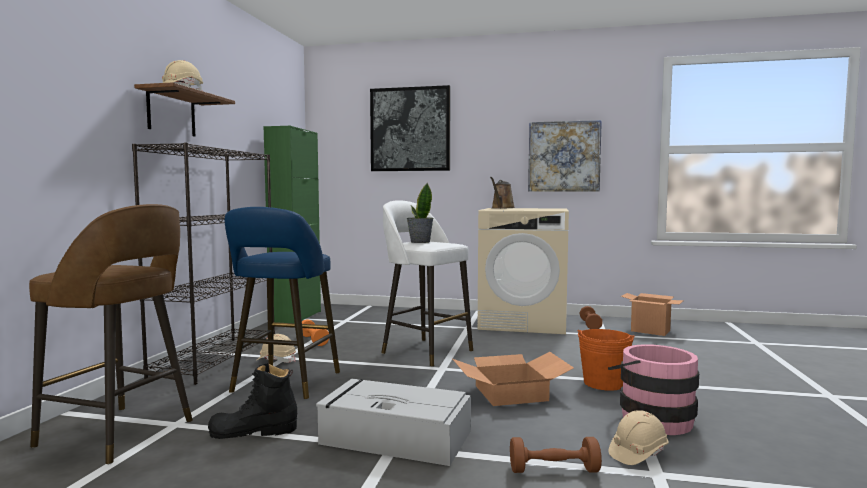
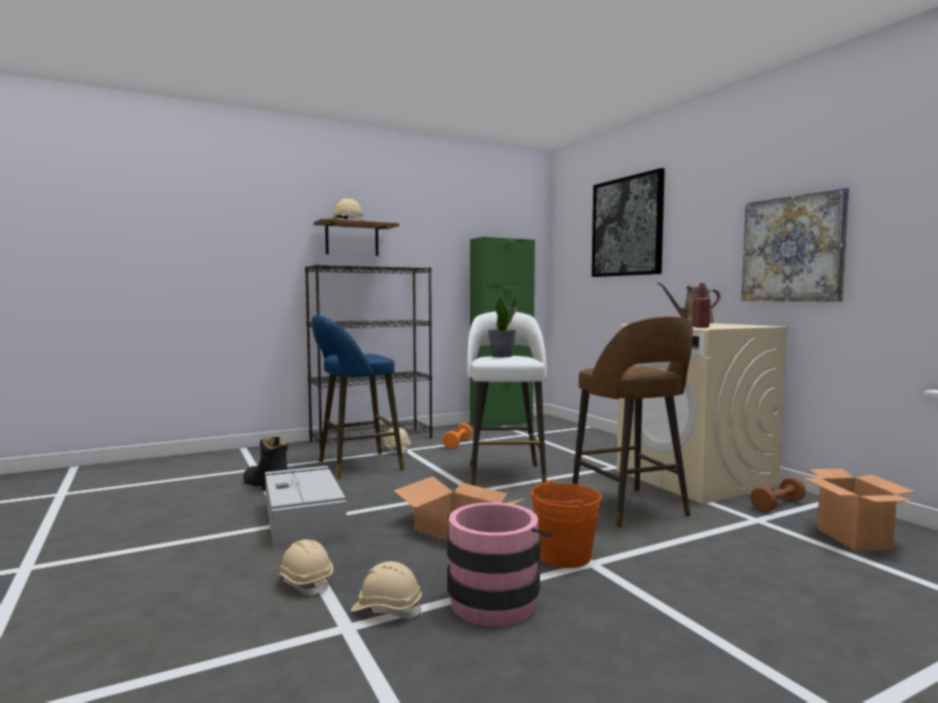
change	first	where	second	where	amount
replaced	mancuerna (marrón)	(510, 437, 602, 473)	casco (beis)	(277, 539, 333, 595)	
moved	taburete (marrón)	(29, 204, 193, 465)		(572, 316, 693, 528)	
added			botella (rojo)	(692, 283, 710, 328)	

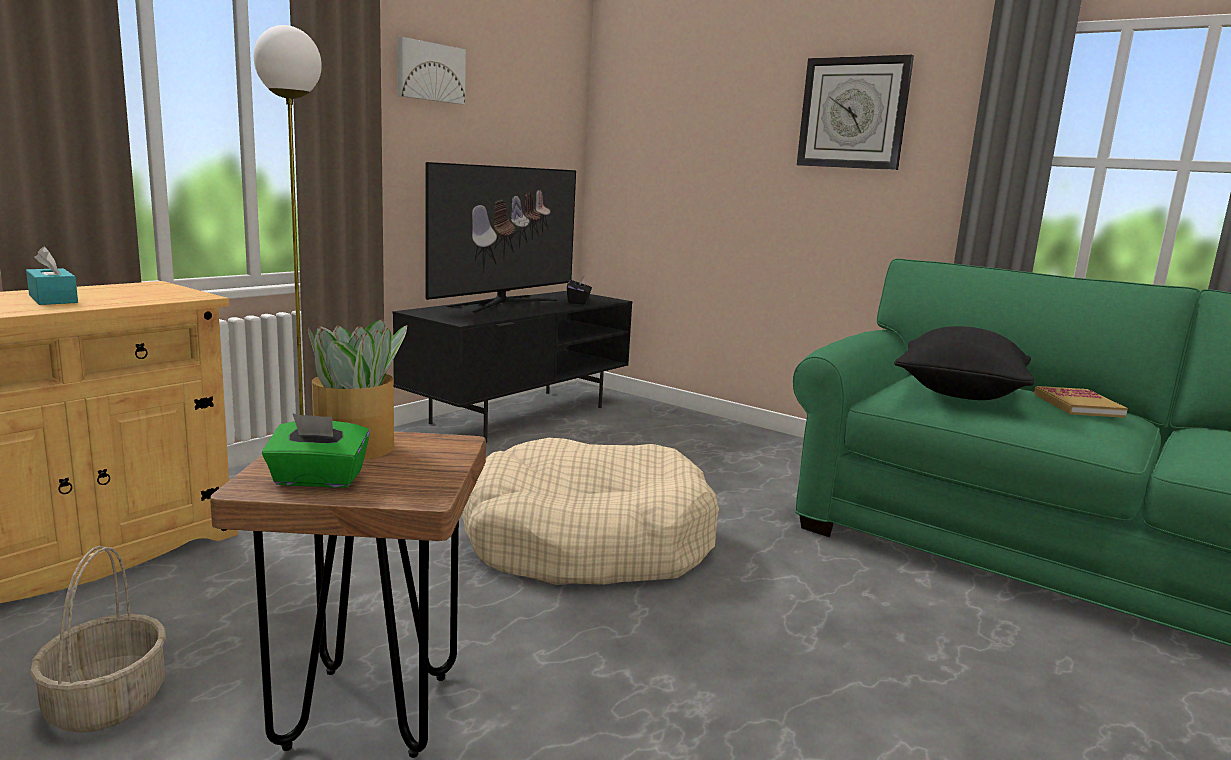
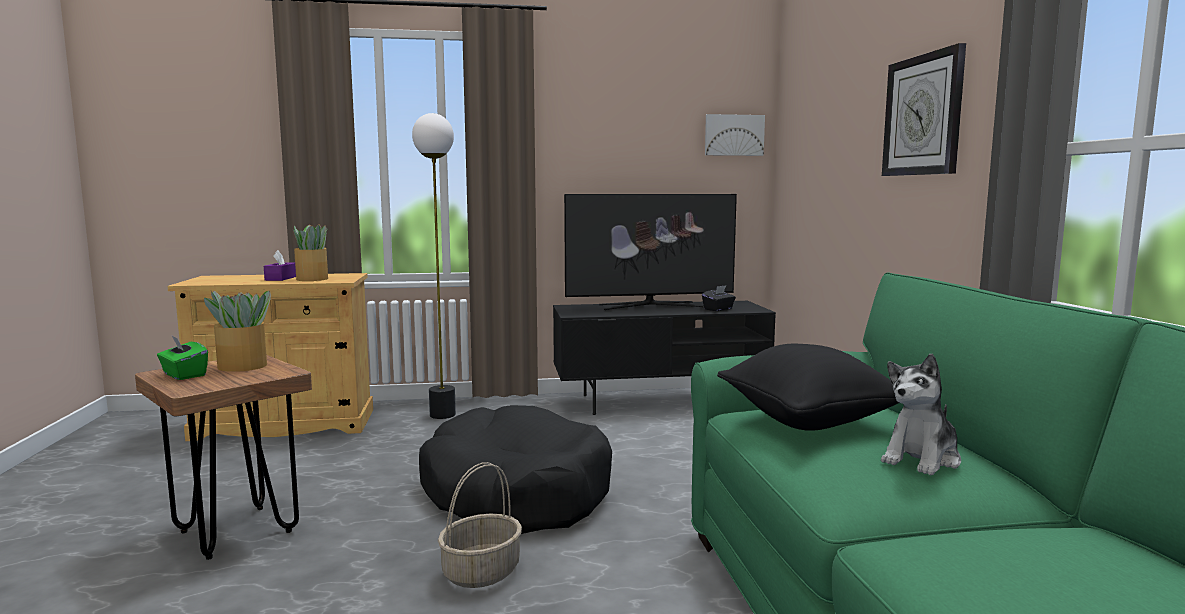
change	first	where	second	where	amount
recoloured	caja de pañuelos (turquesa)	(26, 246, 78, 305)	caja de pañuelos (morado)	(264, 250, 296, 281)	
added			planta en maceta	(293, 224, 328, 281)	
recoloured	cama para perro (beis)	(462, 438, 719, 585)	cama para perro (negro)	(419, 405, 612, 534)	
moved	cesta	(30, 546, 166, 733)		(438, 462, 522, 588)	
moved	cuadro	(397, 37, 466, 104)		(705, 114, 765, 156)	
replaced	libro	(1034, 386, 1128, 418)	peluche	(881, 354, 961, 475)	

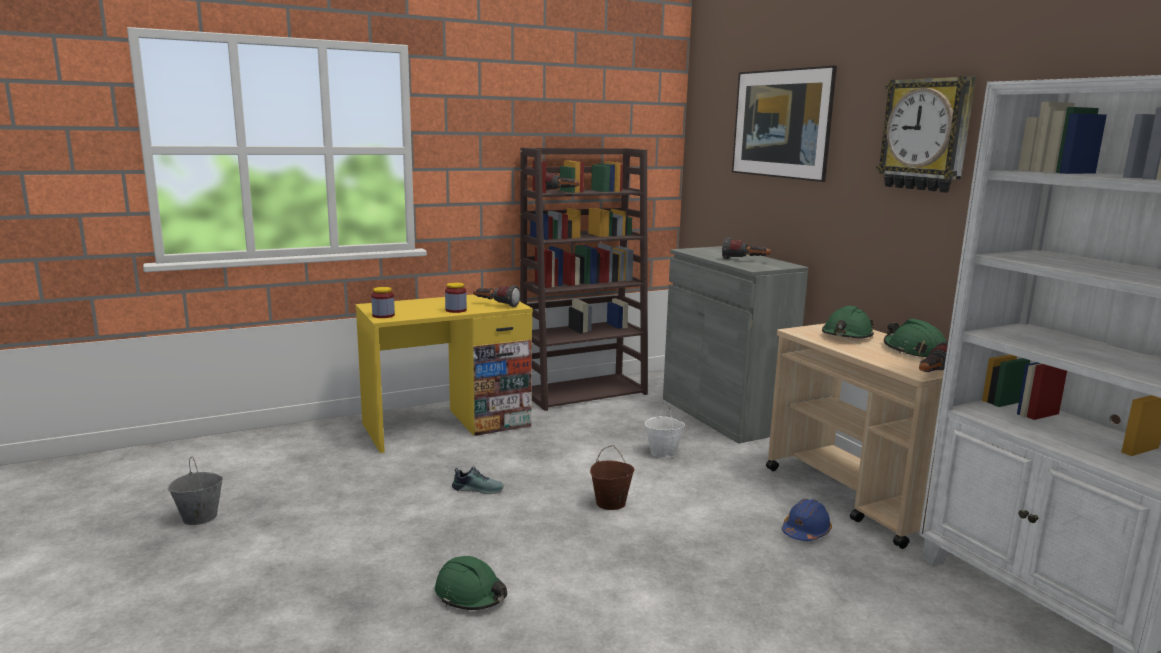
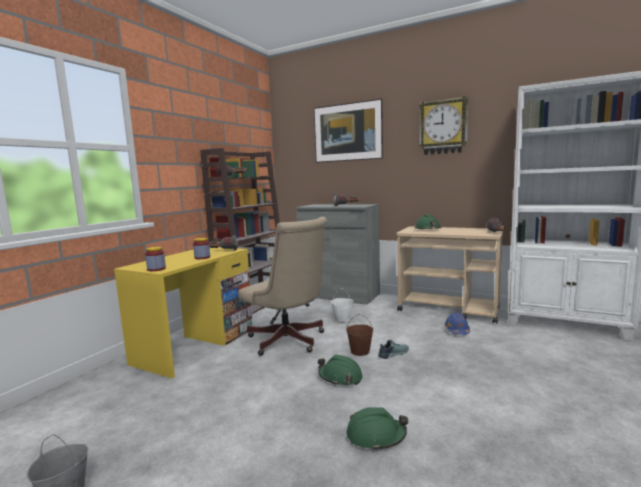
change	first	where	second	where	amount
added			silla de oficina (beis)	(238, 217, 327, 356)	
moved	casco (verde)	(884, 319, 946, 357)		(318, 355, 363, 386)	
moved	zapato	(452, 466, 504, 494)		(378, 339, 409, 359)	

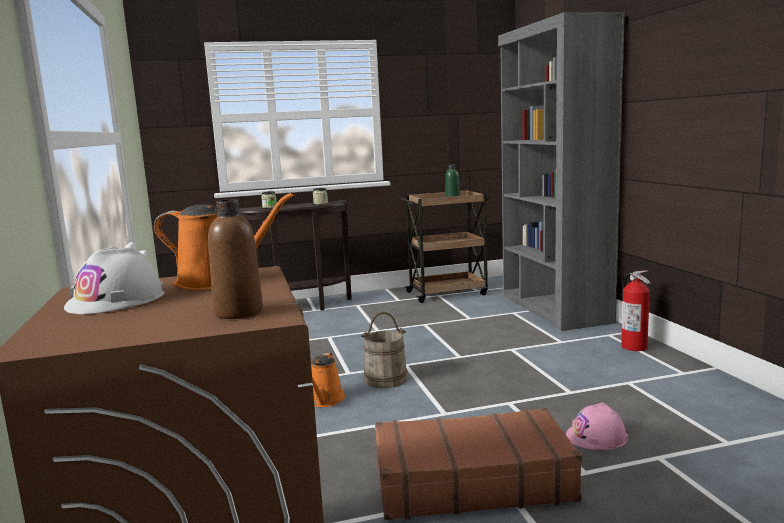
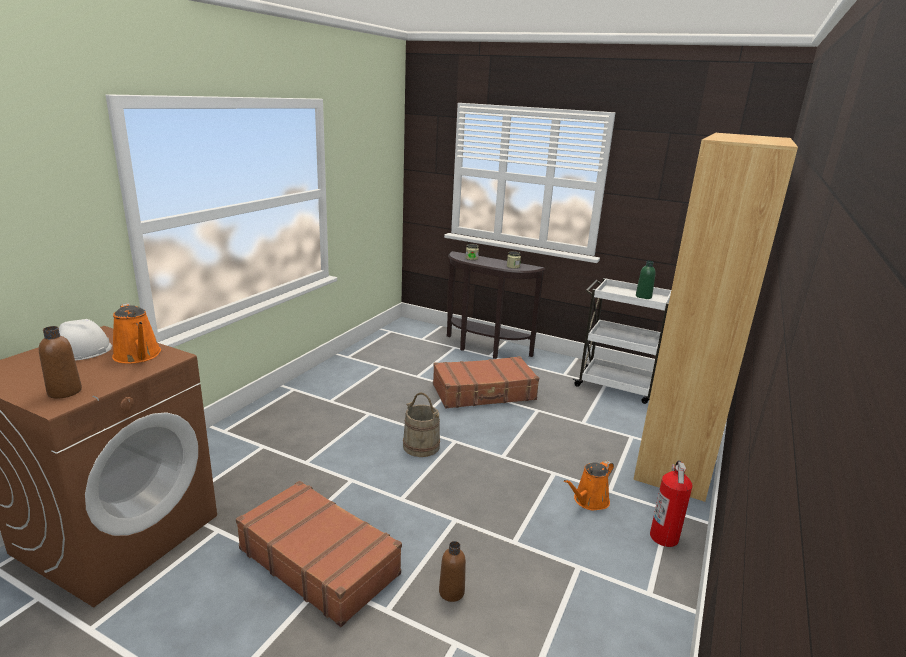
change	first	where	second	where	amount
added			maleta (marrón)	(433, 356, 539, 409)	
replaced	casco (rosa)	(566, 402, 628, 450)	botella (marrón)	(439, 541, 466, 602)	
moved	regadera (naranja)	(311, 353, 345, 407)		(564, 460, 614, 510)	
recoloured	carrito (marrón)	(400, 190, 491, 303)	carrito (blanco)	(572, 278, 671, 404)	
recoloured	estantería (gris)	(498, 12, 625, 331)	estantería (marrón)	(633, 133, 798, 502)	

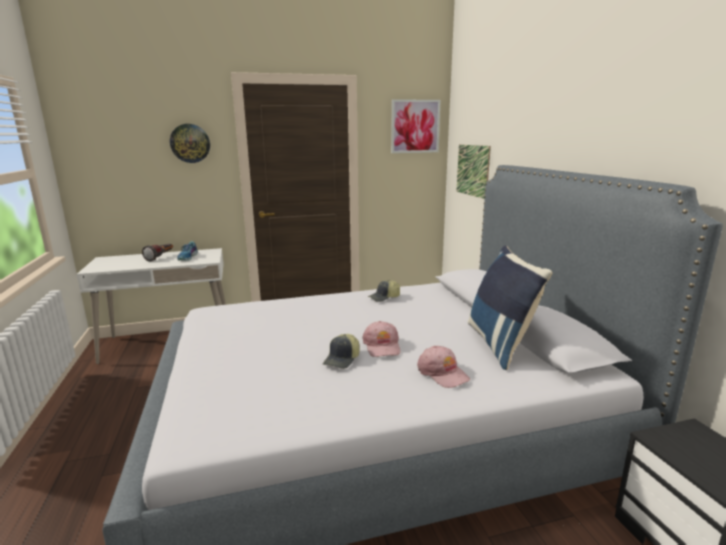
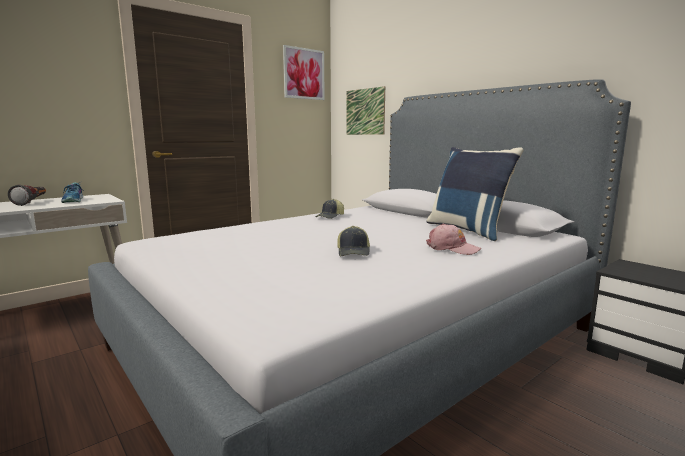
change	first	where	second	where	amount
removed	reloj de pared	(170, 124, 210, 163)			
removed	gorra (rosa)	(362, 321, 401, 357)			

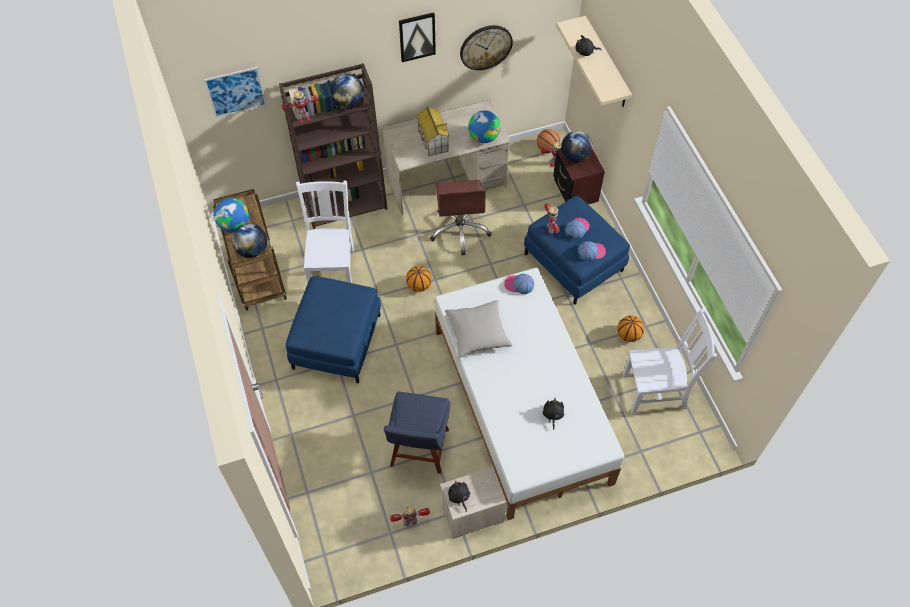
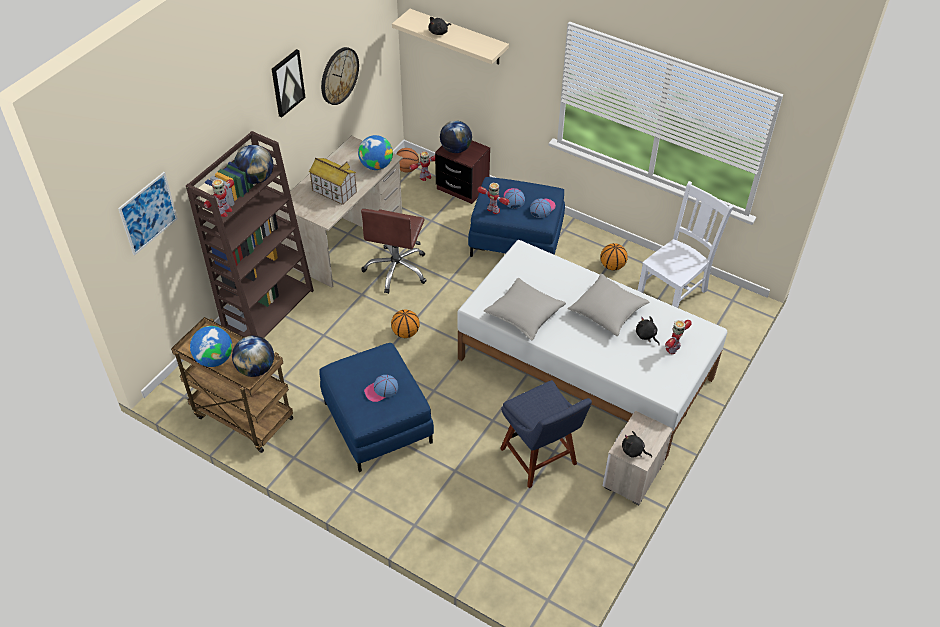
change	first	where	second	where	amount
turned	silla de oficina (marrón)	(430, 180, 492, 255)		(361, 209, 427, 294)	60 degrees clockwise
moved	gorra	(504, 274, 534, 294)		(364, 375, 398, 402)	
added			cojín (gris)	(567, 274, 649, 336)	
moved	robot de juguete	(390, 504, 430, 526)		(665, 320, 692, 354)	
removed	silla (blanco)	(296, 180, 354, 283)			

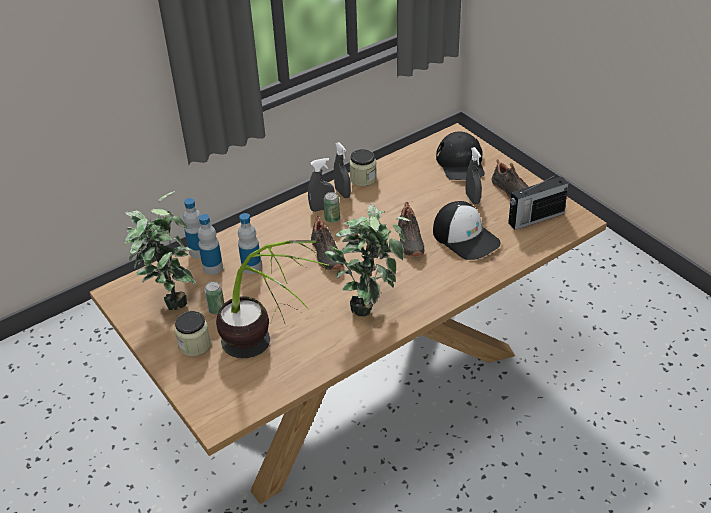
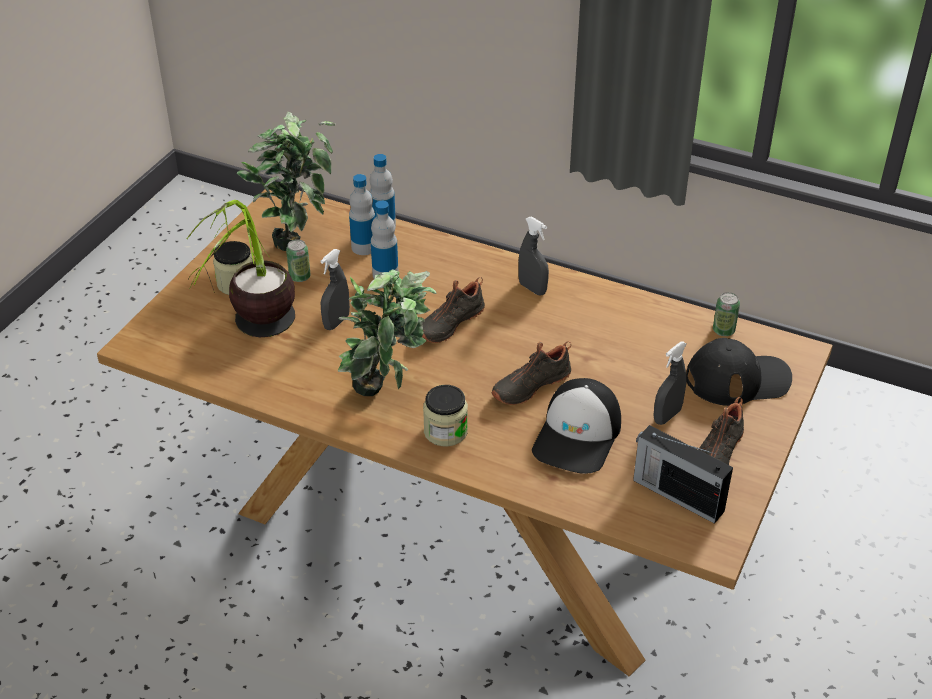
change	first	where	second	where	amount
moved	pulverizador (gris)	(334, 142, 351, 198)		(320, 249, 350, 330)	
moved	tarro	(349, 149, 377, 187)		(423, 385, 468, 446)	
turned	gorra (negro)	(436, 131, 485, 180)		(686, 338, 792, 406)	150 degrees counterclockwise
moved	lata	(323, 192, 340, 223)		(713, 292, 740, 336)	

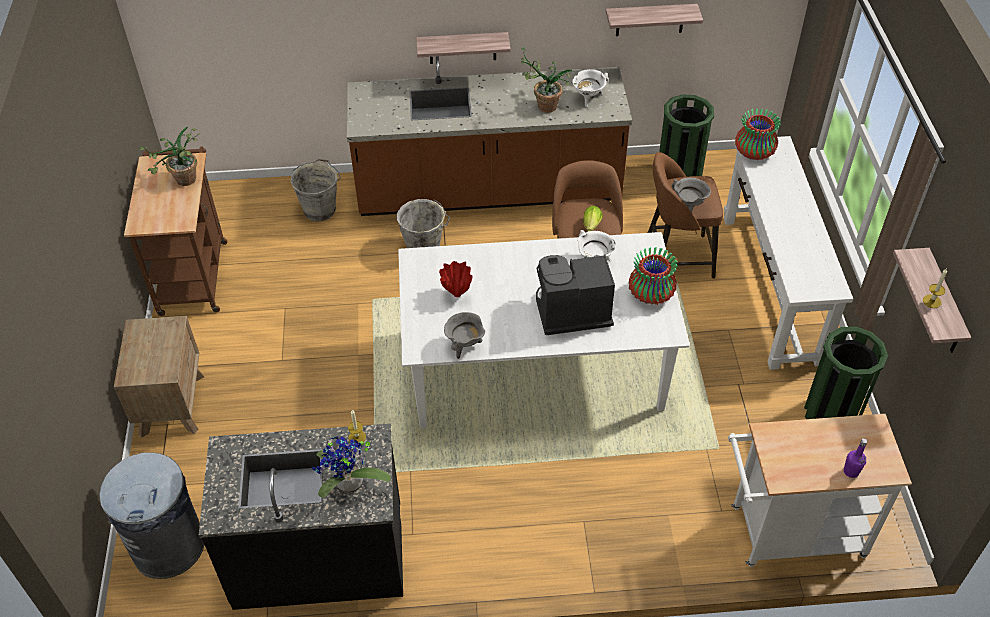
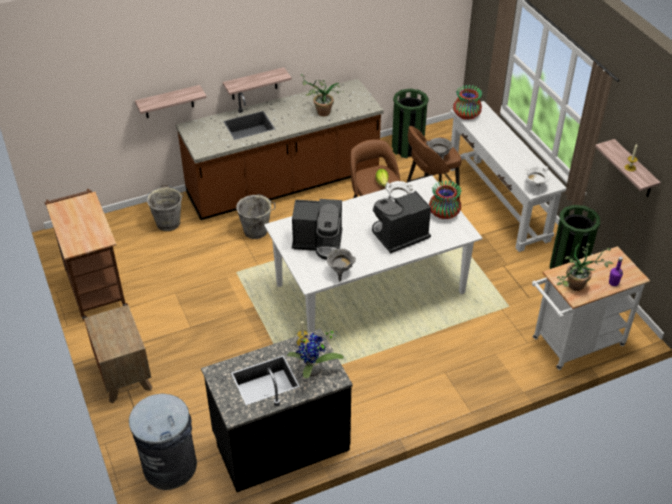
change	first	where	second	where	amount
moved	estante	(606, 4, 703, 36)		(135, 85, 207, 118)	
replaced	florero (rojo)	(439, 261, 472, 297)	cafetera	(292, 199, 342, 260)	
moved	olla (blanco)	(572, 69, 609, 107)		(525, 166, 551, 194)	
moved	planta en maceta	(139, 127, 200, 186)		(557, 243, 613, 291)	

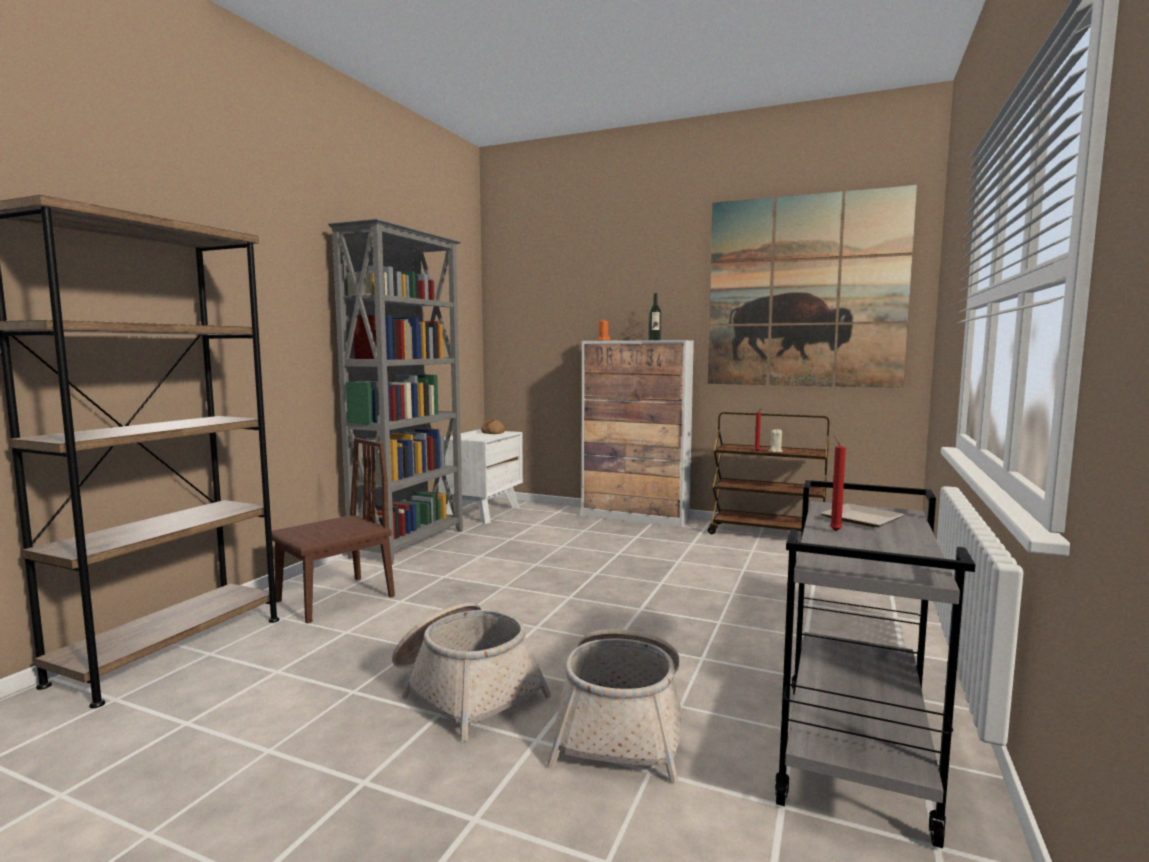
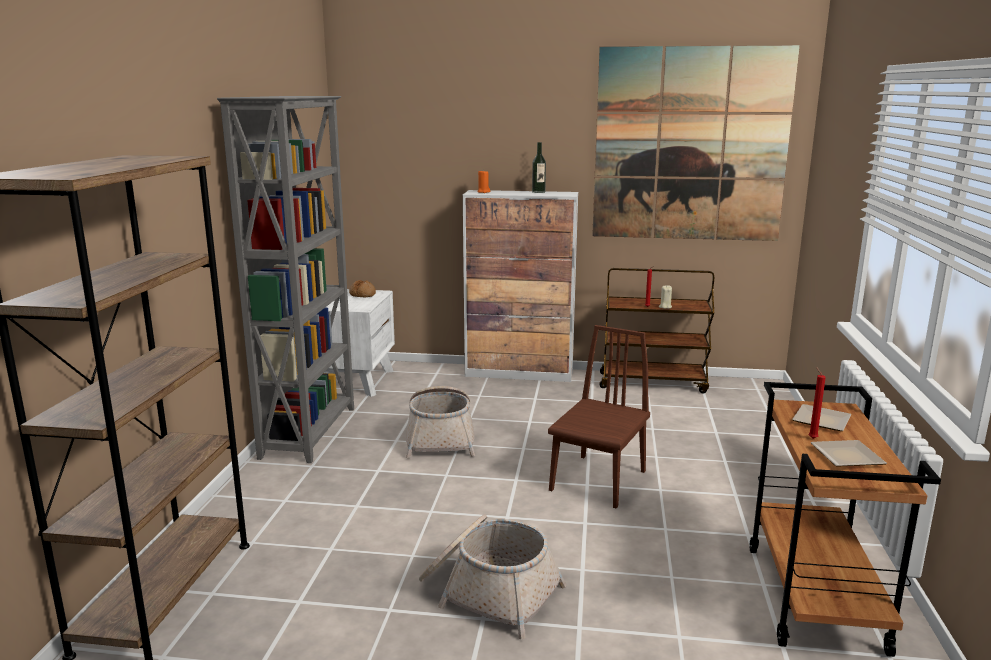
change	first	where	second	where	amount
moved	cesta	(547, 629, 682, 783)		(406, 386, 475, 459)	
moved	silla (marrón)	(272, 438, 395, 624)		(548, 325, 650, 509)	
recoloured	carrito (gris)	(775, 480, 975, 848)	carrito (marrón)	(750, 382, 941, 657)	
added			plato	(810, 440, 887, 467)	

